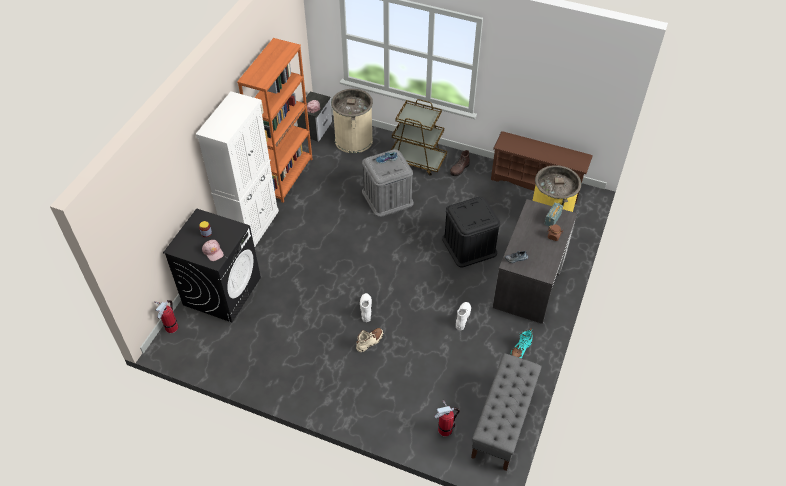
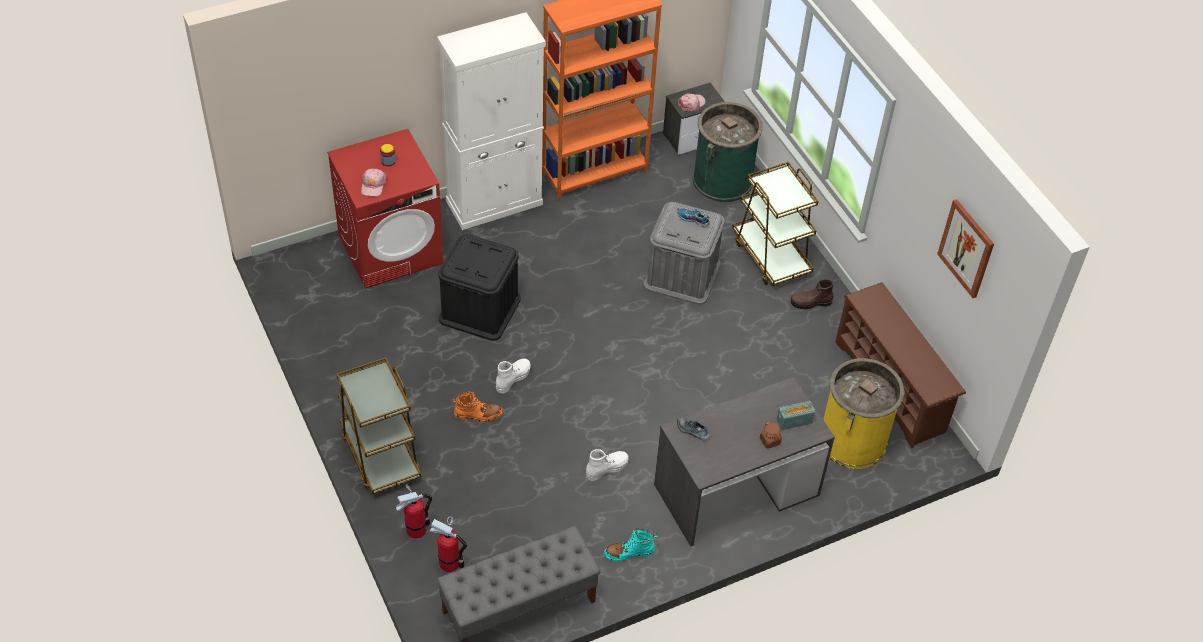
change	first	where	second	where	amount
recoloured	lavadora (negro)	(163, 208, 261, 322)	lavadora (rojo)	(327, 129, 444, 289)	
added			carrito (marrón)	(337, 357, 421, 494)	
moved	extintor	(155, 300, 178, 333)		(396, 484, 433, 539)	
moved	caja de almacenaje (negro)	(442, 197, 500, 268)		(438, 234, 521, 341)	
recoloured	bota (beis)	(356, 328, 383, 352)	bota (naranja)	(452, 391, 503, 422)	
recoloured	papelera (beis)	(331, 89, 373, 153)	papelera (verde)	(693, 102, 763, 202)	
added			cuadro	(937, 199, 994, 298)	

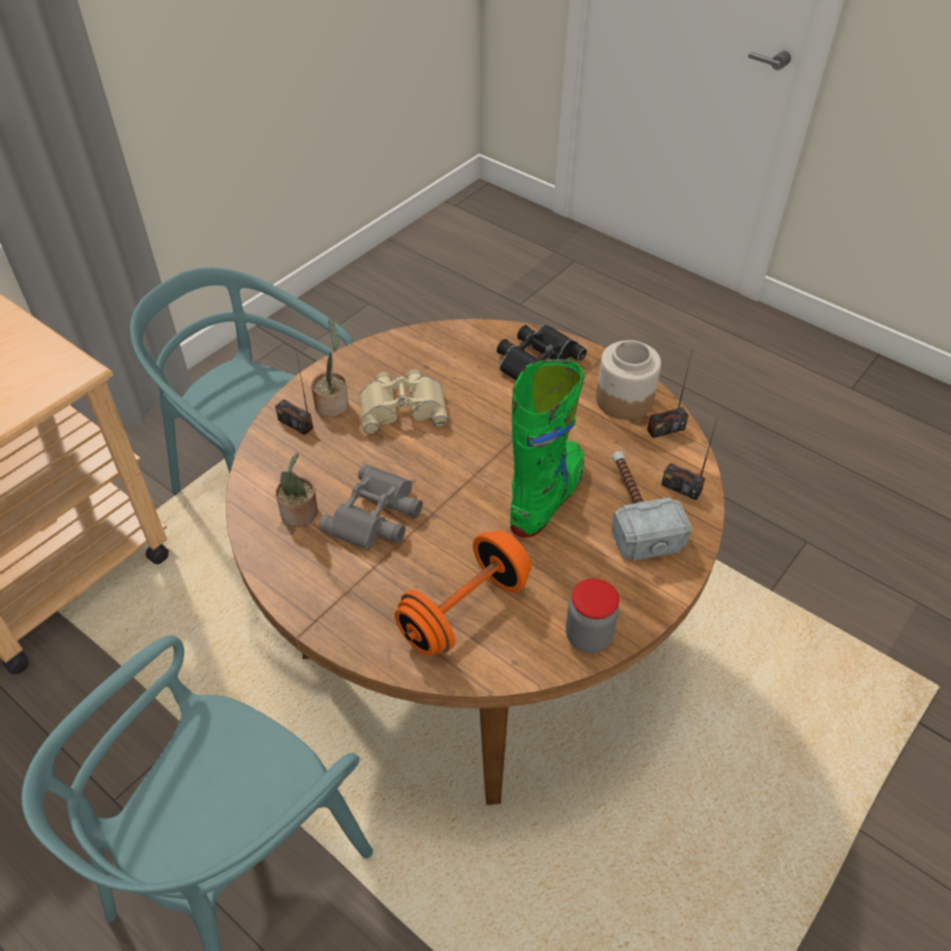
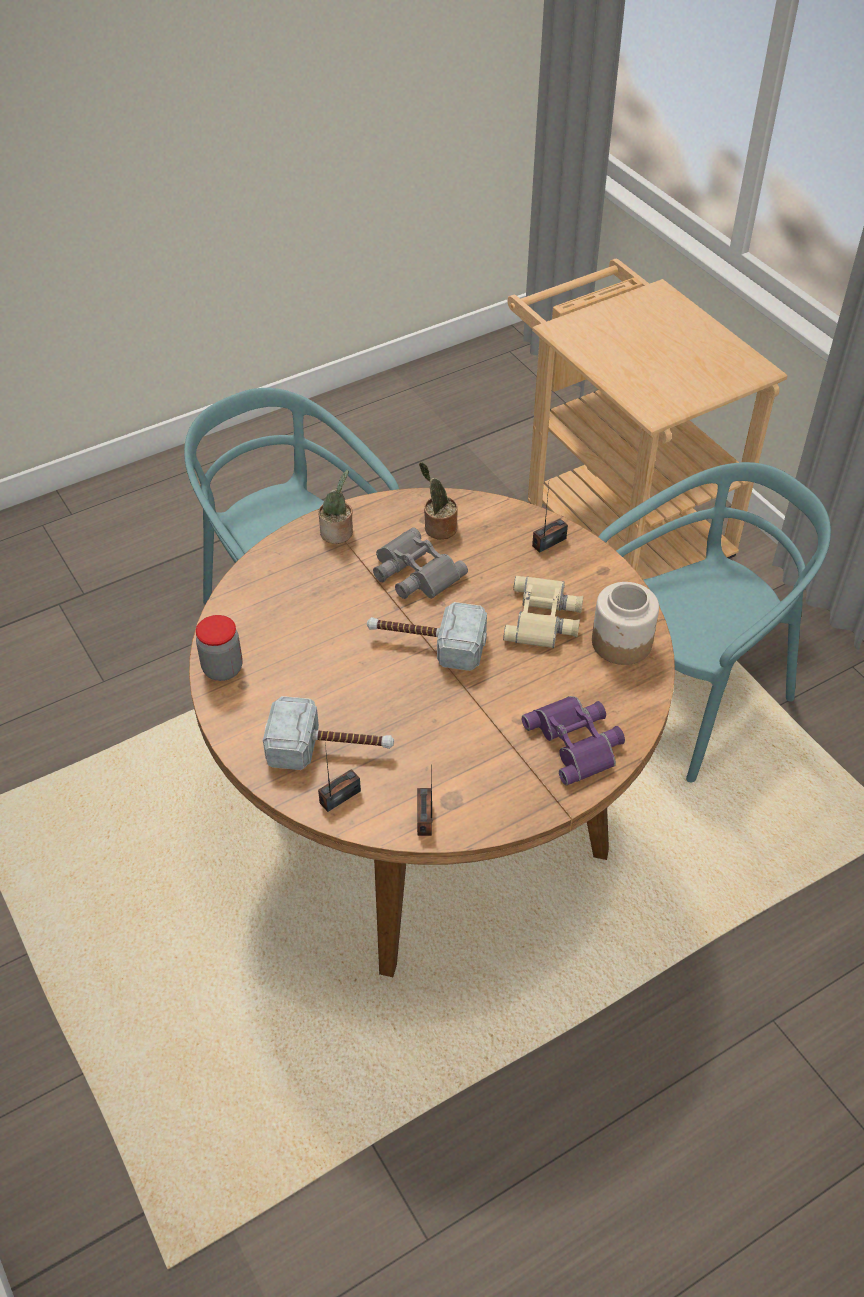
change	first	where	second	where	amount
moved	planta en maceta	(311, 318, 349, 417)		(318, 470, 353, 544)	
added			martillo	(367, 602, 487, 671)	
recoloured	prismáticos (negro)	(497, 324, 587, 380)	prismáticos (morado)	(522, 696, 625, 786)	
moved	tarro	(596, 340, 661, 420)		(592, 582, 659, 665)	
removed	mancuerna (naranja)	(395, 530, 531, 656)			
removed	bota (verde)	(510, 359, 585, 537)			

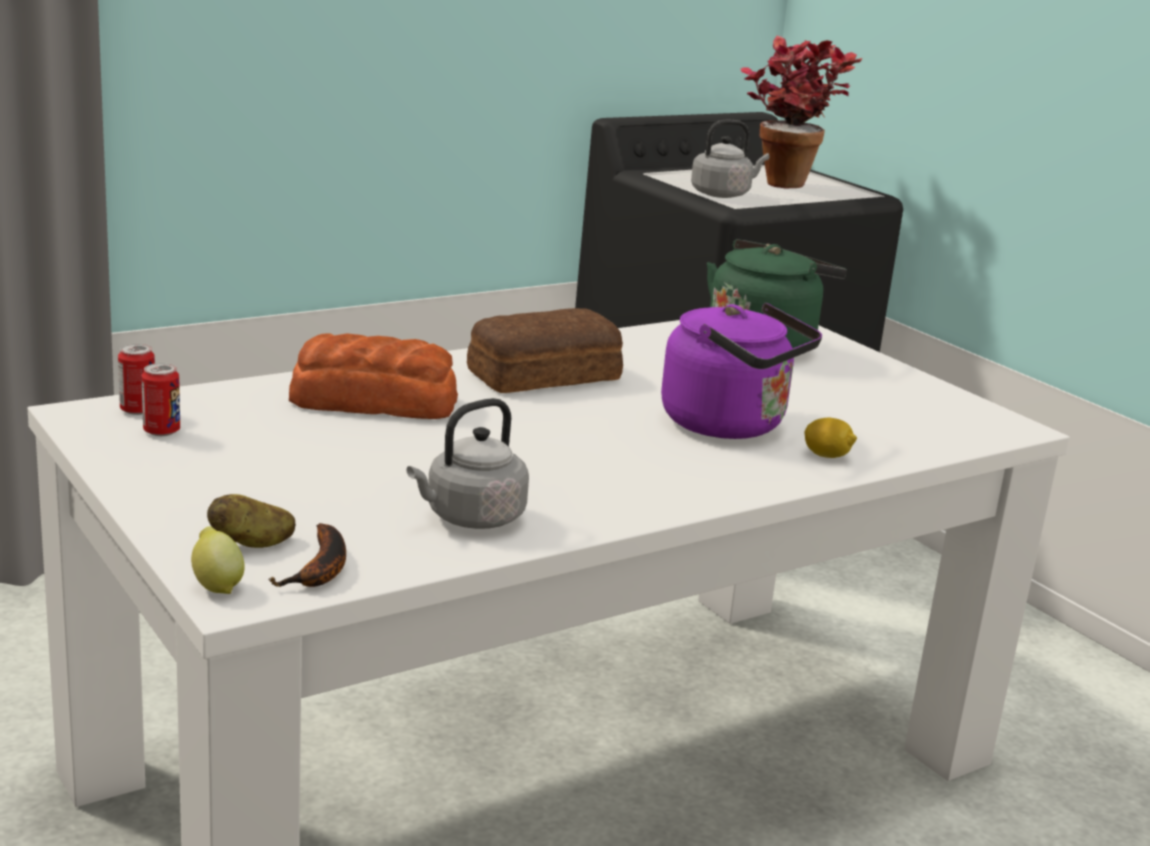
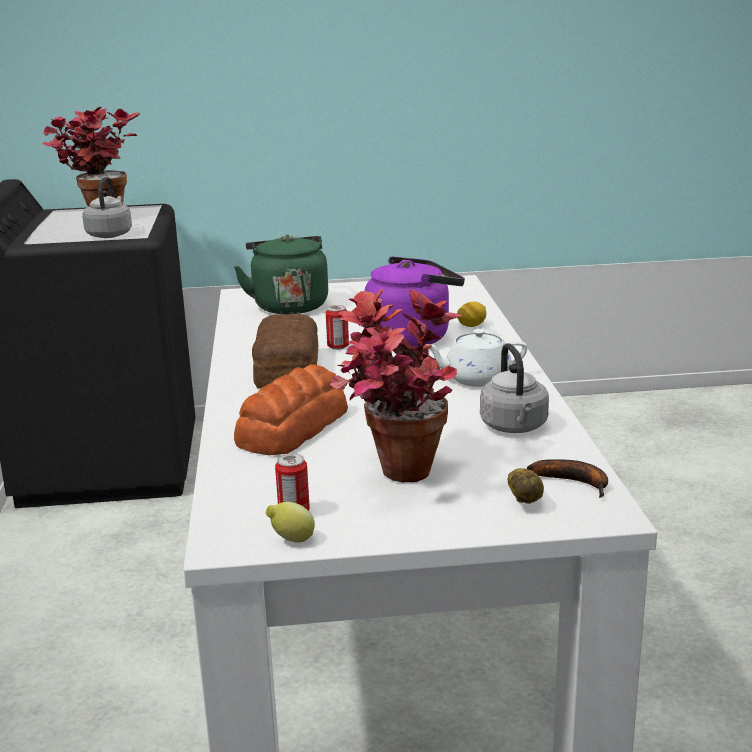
change	first	where	second	where	amount
moved	limón	(191, 527, 245, 594)		(266, 502, 315, 543)	
moved	lata	(118, 344, 155, 415)		(326, 305, 349, 350)	
added			planta en maceta	(330, 289, 462, 482)	
added			tetera (blanco)	(429, 329, 527, 387)	

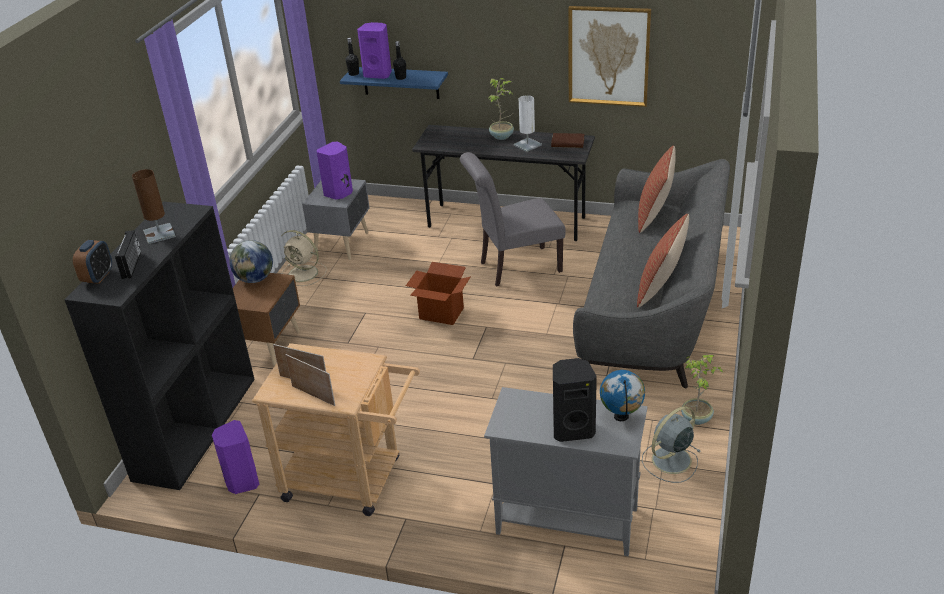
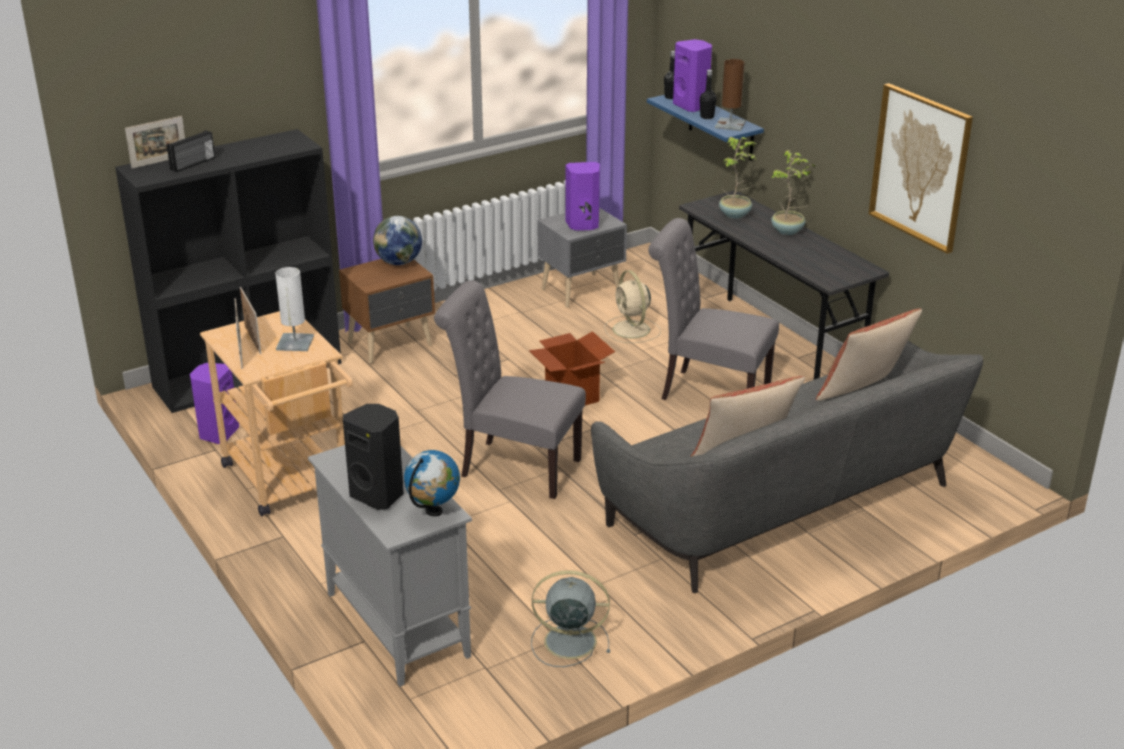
change	first	where	second	where	amount
replaced	despertador	(73, 240, 112, 284)	portarretratos	(125, 116, 185, 168)	
moved	lámpara de mesa (blanco)	(514, 95, 542, 152)		(275, 267, 314, 351)	
added			silla (gris)	(434, 280, 586, 499)	
moved	ventilador (beis)	(282, 230, 327, 286)		(604, 270, 661, 343)	
moved	lámpara de mesa (marrón)	(132, 169, 176, 244)		(715, 59, 746, 131)	
moved	planta en maceta	(681, 355, 724, 425)		(719, 137, 757, 219)	
removed	libro (marrón)	(551, 133, 584, 148)			

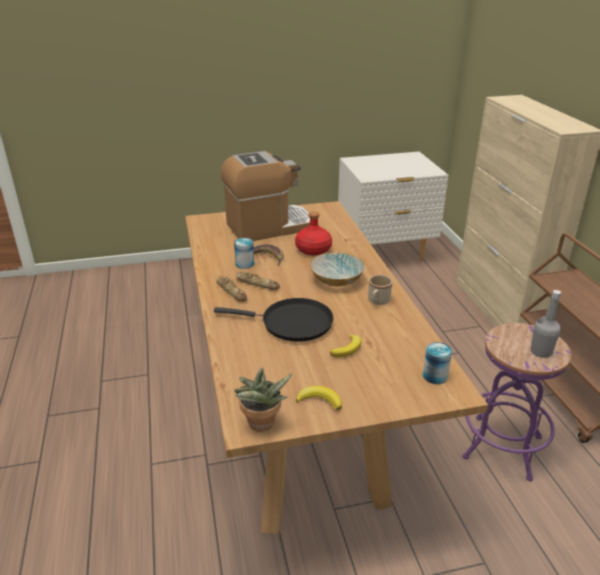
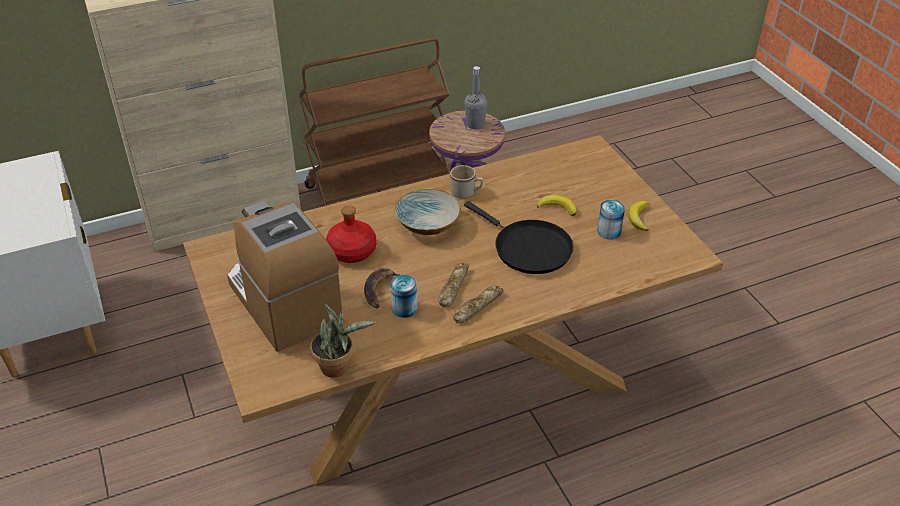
change	first	where	second	where	amount
moved	planta en maceta	(234, 368, 292, 432)		(310, 303, 376, 378)	
turned	sartén (negro)	(214, 298, 334, 342)		(464, 201, 573, 274)	135 degrees clockwise
moved	lata	(423, 342, 452, 384)		(597, 200, 625, 239)	

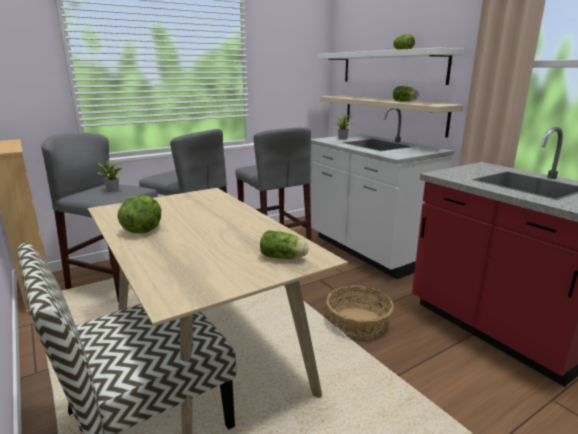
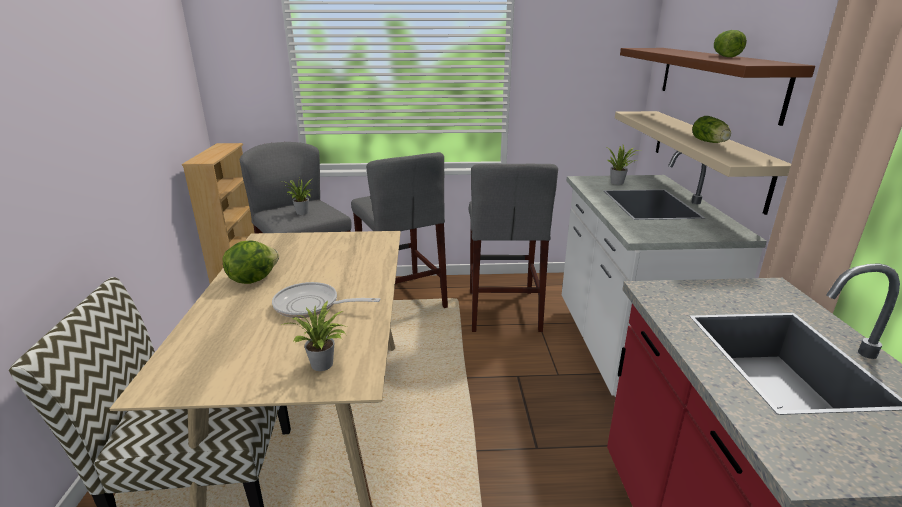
change	first	where	second	where	amount
added			sartén	(272, 282, 380, 318)	
replaced	lechuga	(260, 230, 308, 259)	planta en maceta	(281, 301, 347, 371)	
recoloured	estante (blanco)	(318, 48, 464, 85)	estante (marrón)	(620, 48, 815, 126)	
removed	cesta	(326, 285, 393, 337)			

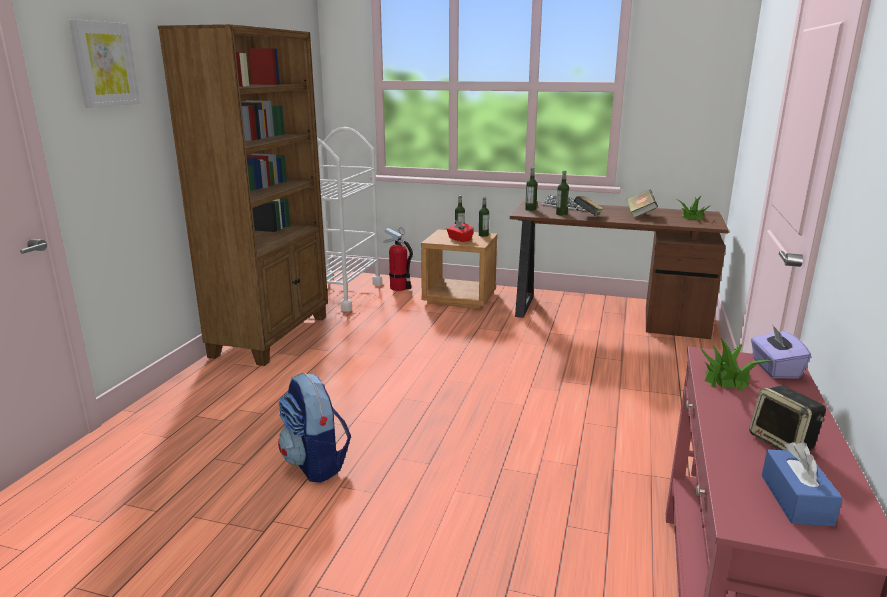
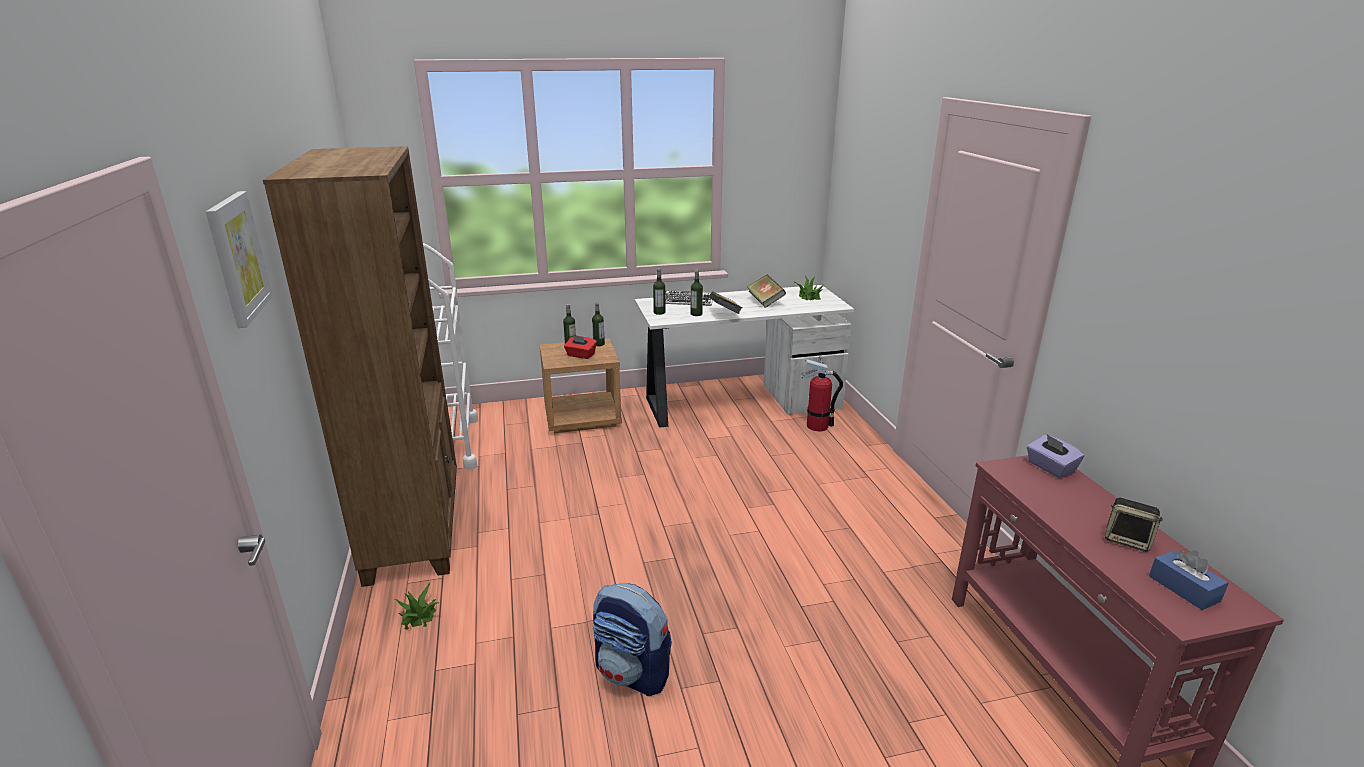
change	first	where	second	where	amount
moved	planta en maceta	(698, 338, 770, 391)		(395, 583, 440, 630)	
recoloured	escritorio (marrón)	(510, 201, 729, 339)	escritorio (blanco)	(635, 285, 854, 428)	
moved	extintor	(384, 227, 413, 291)		(802, 355, 843, 431)	

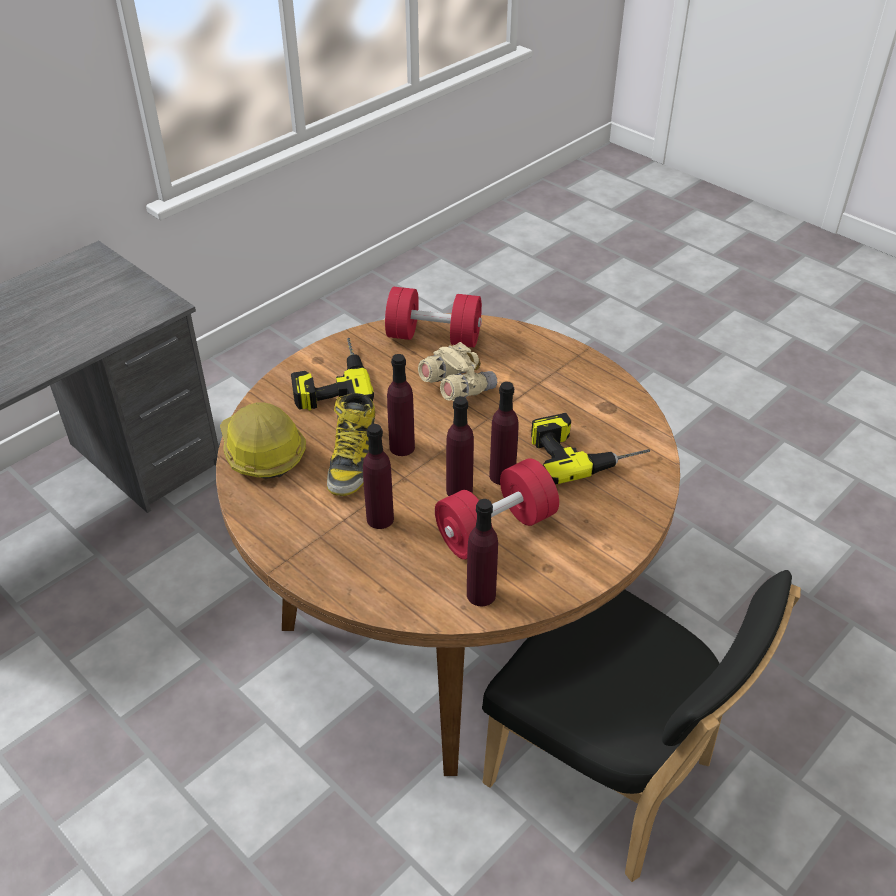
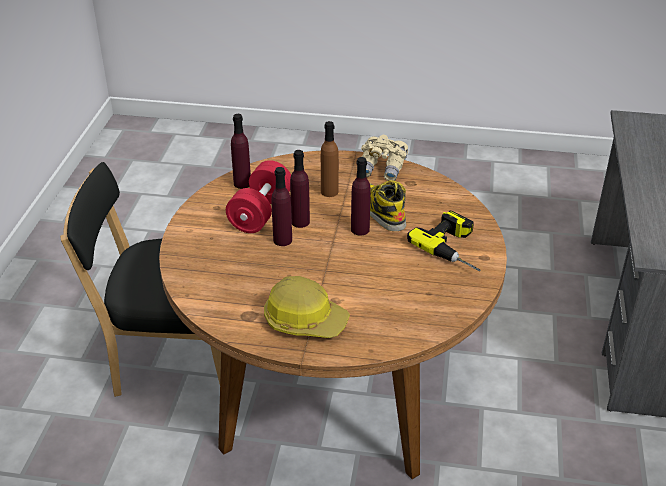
change	first	where	second	where	amount
moved	casco	(220, 402, 306, 478)		(264, 276, 350, 338)	
recoloured	botella (morado)	(363, 424, 394, 529)	botella (marrón)	(321, 121, 339, 197)	
moved	prismáticos (beis)	(418, 342, 497, 401)		(361, 135, 408, 181)	
removed	mancuerna (rojo)	(385, 287, 482, 348)			
removed	taladro	(531, 413, 650, 485)			

